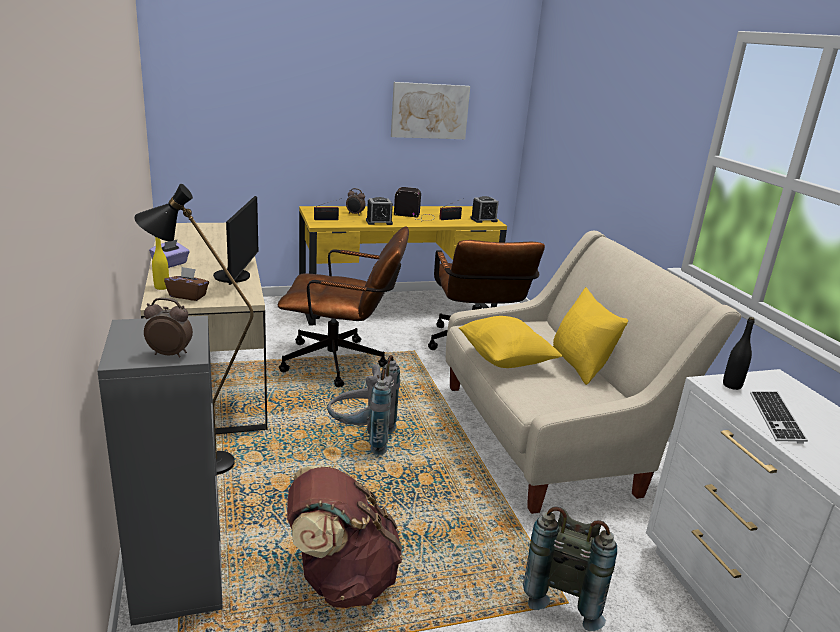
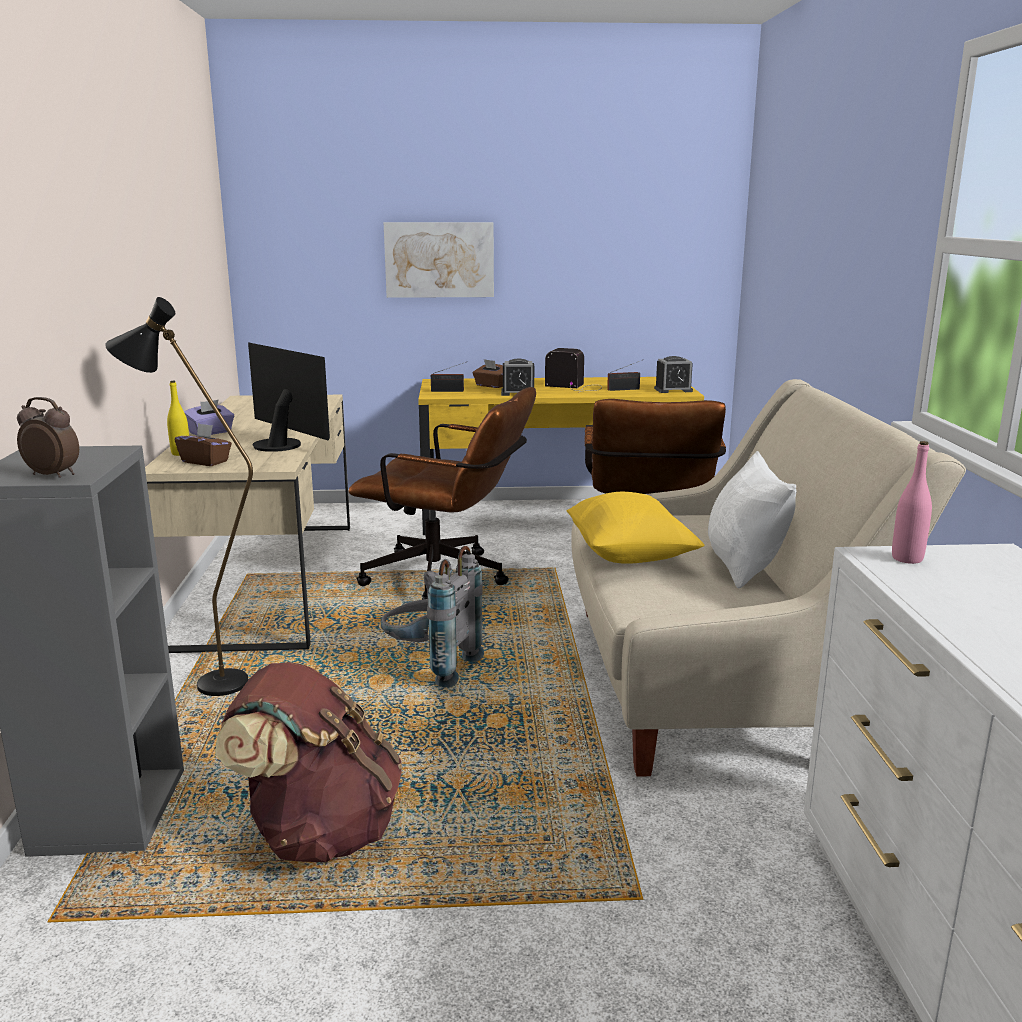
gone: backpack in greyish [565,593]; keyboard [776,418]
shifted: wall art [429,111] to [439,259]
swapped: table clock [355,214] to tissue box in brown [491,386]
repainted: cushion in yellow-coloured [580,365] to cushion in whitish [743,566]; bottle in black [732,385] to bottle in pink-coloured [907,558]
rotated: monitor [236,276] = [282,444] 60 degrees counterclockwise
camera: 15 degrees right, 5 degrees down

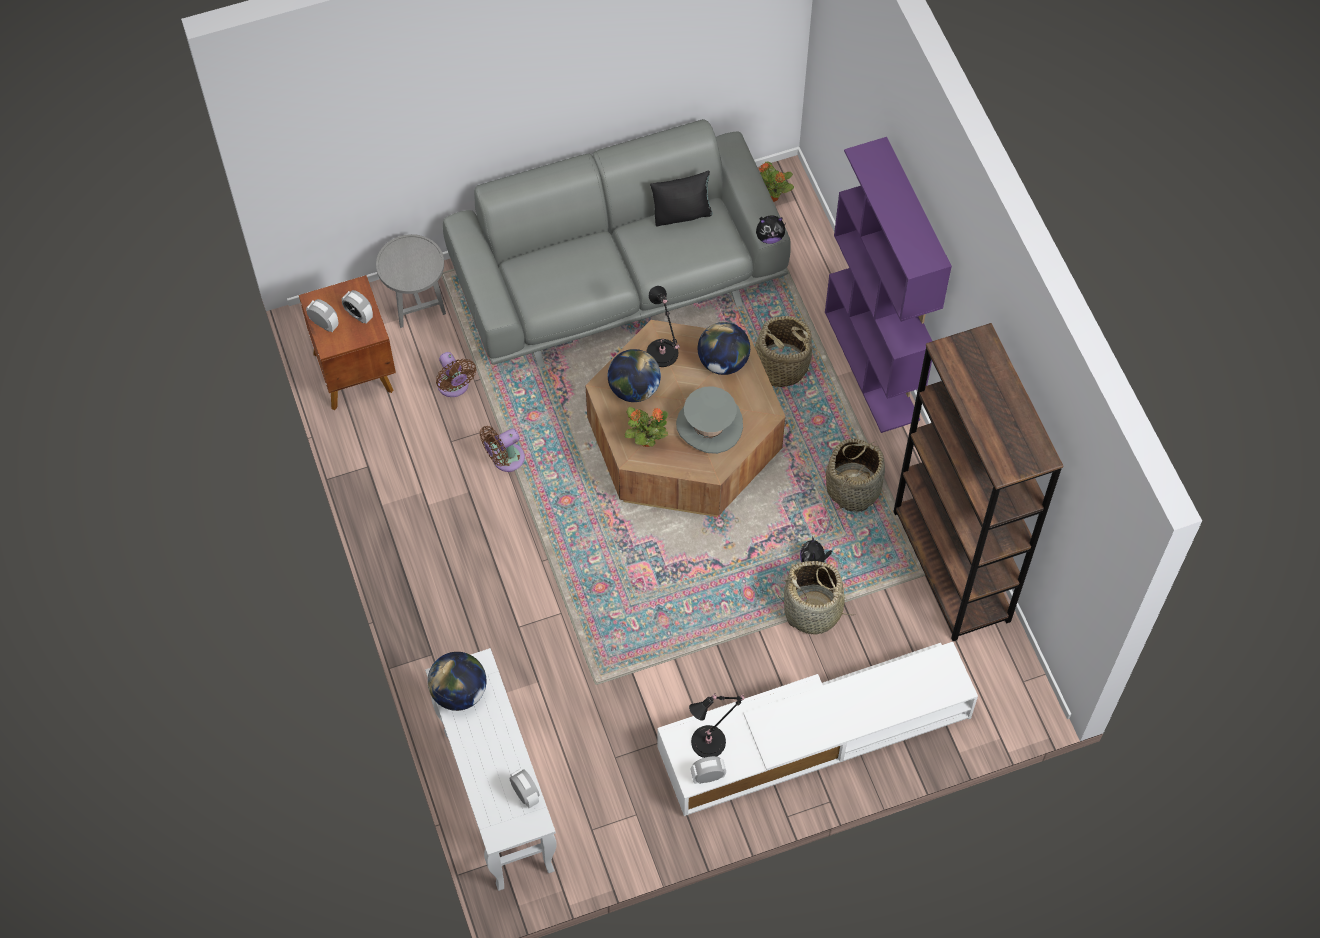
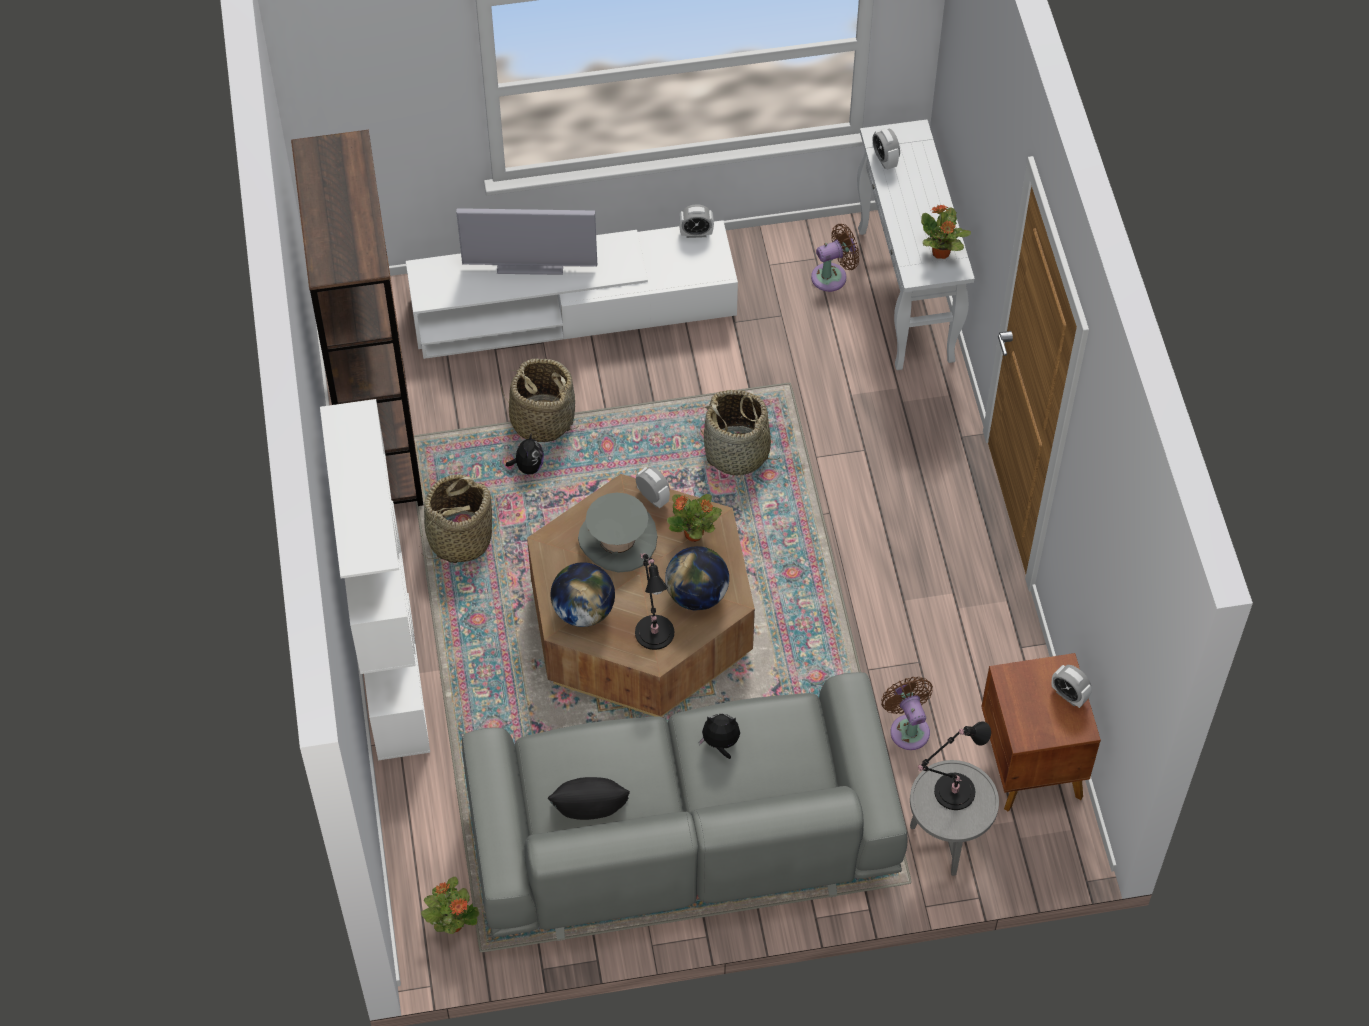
new: TV [530,264]
shifted: table clock [359,315] to [652,497]; cooling fan in brown [505,459] to [833,276]; lamp for a table in black [711,740] to [951,792]; basket [780,366] to [737,453]; plush toy [769,237] to [720,743]
swapped: world globe [459,692] to plant in a pot [941,253]
repainted: bookshelf in purplish [872,366] to bookshelf in whitish [392,675]
camera: 170 degrees left, 5 degrees down

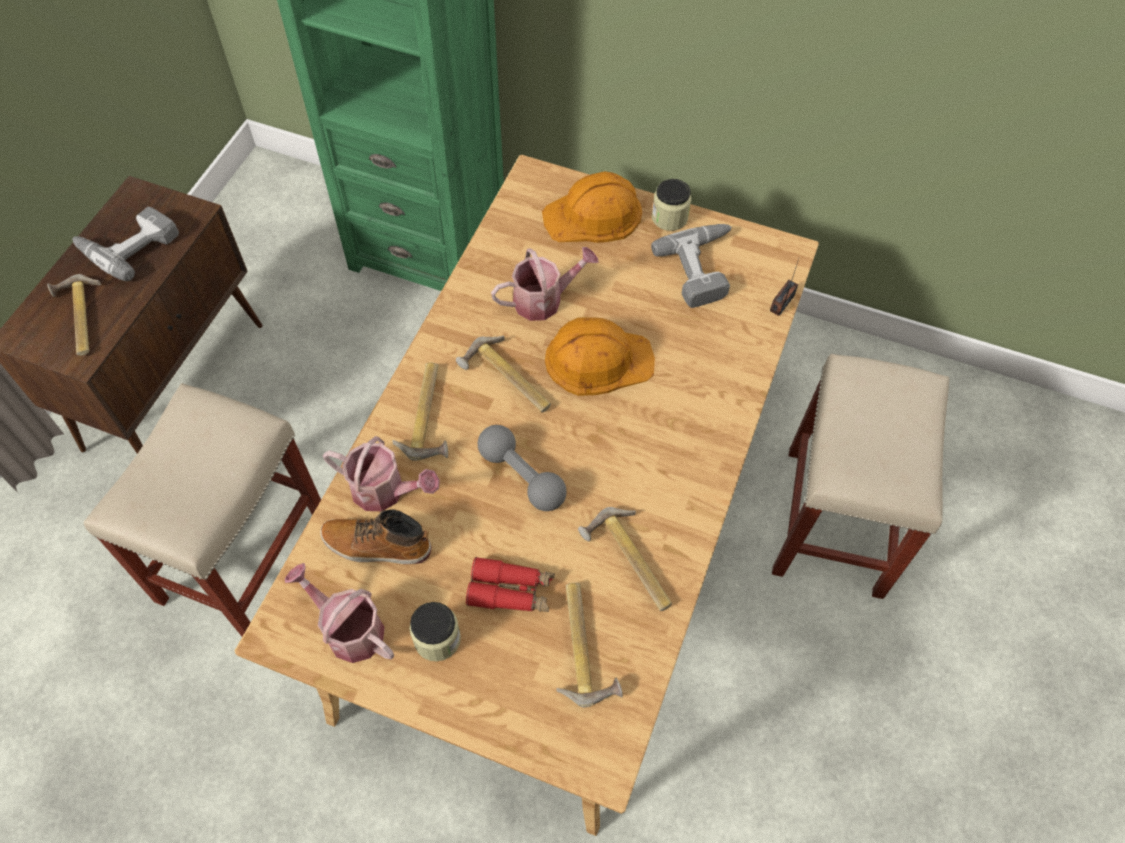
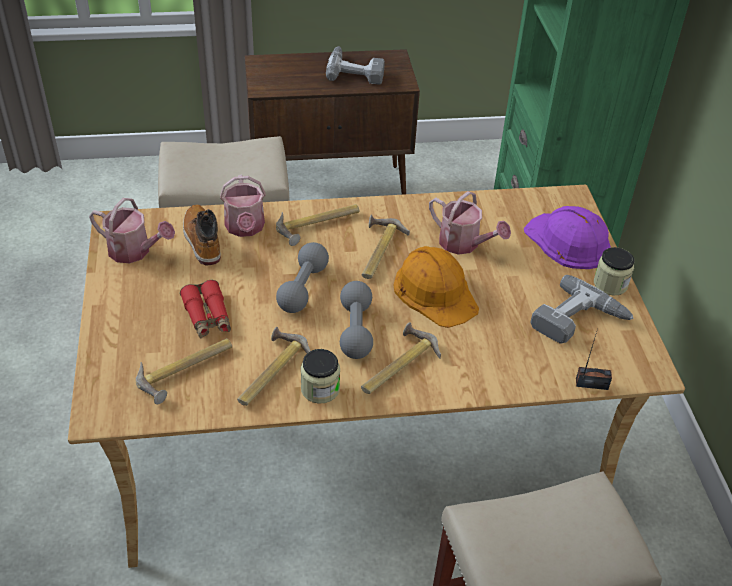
new: free weight in greyish [355,330]
shifted: hammer [77,319] to [396,365]; storage jar [437,639] to [320,389]
repainted: hard hat in orangey [594,215] to hard hat in purplish [568,241]
rotated: watering can [349,629] = [134,251] 105 degrees clockwise
camera: 60 degrees right, 15 degrees down

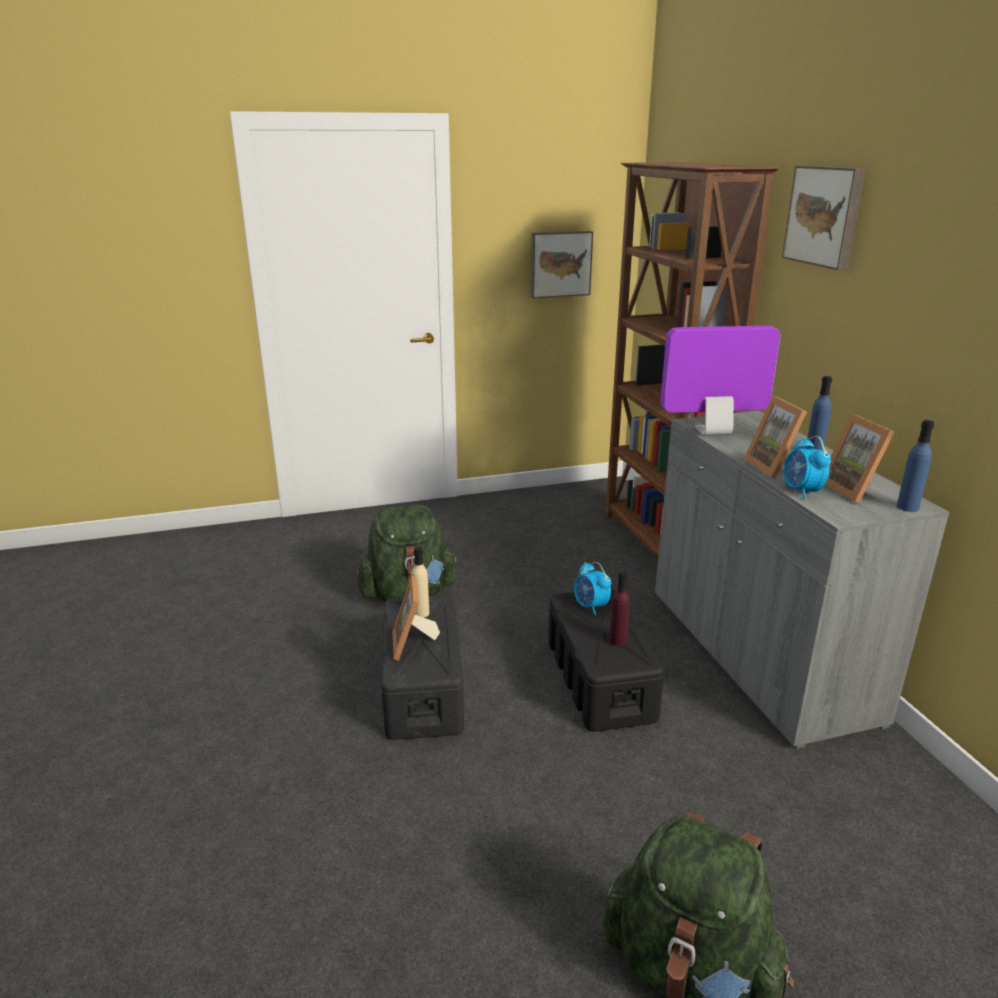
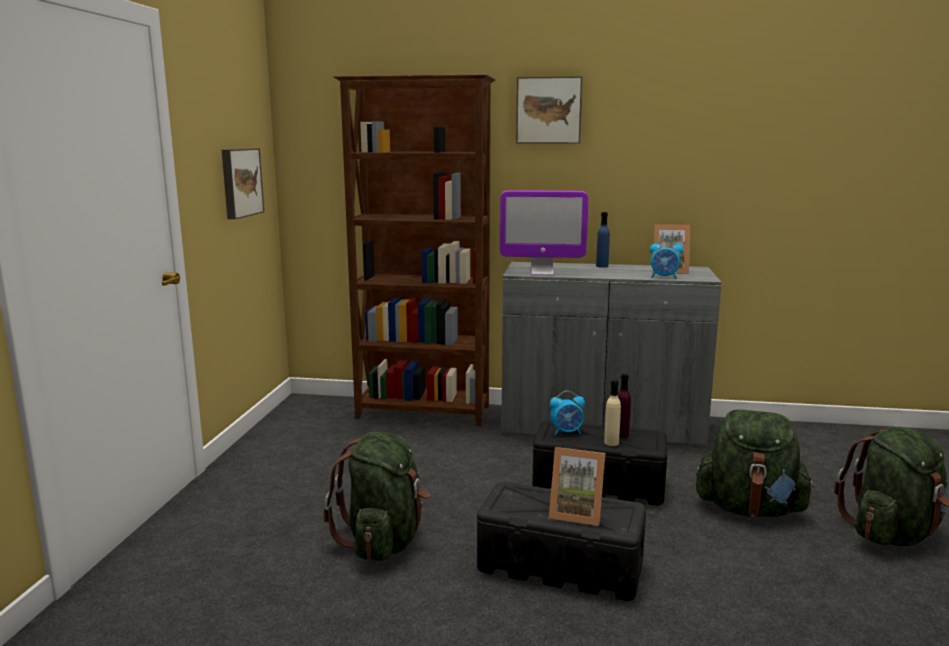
gone: picture frame [775,467]; bottle in blue [907,507]
new: backpack in green-coloured [749,509]
shifted: bottle in sand-coloured [421,613] to [611,442]
rotated: monitor [713,432] = [542,273] 105 degrees counterclockwise
camera: 65 degrees left, 10 degrees down

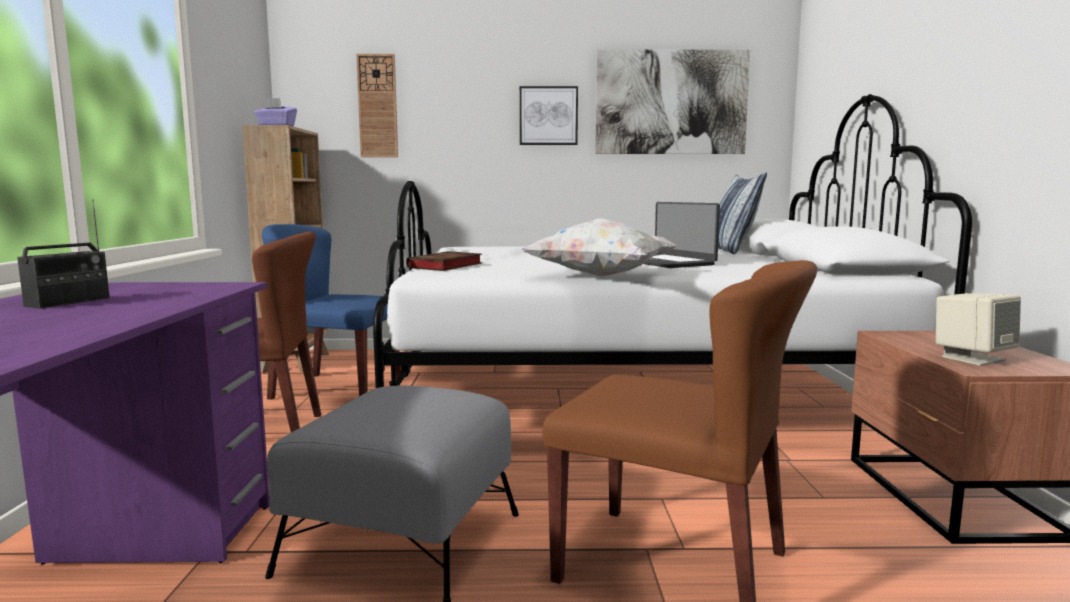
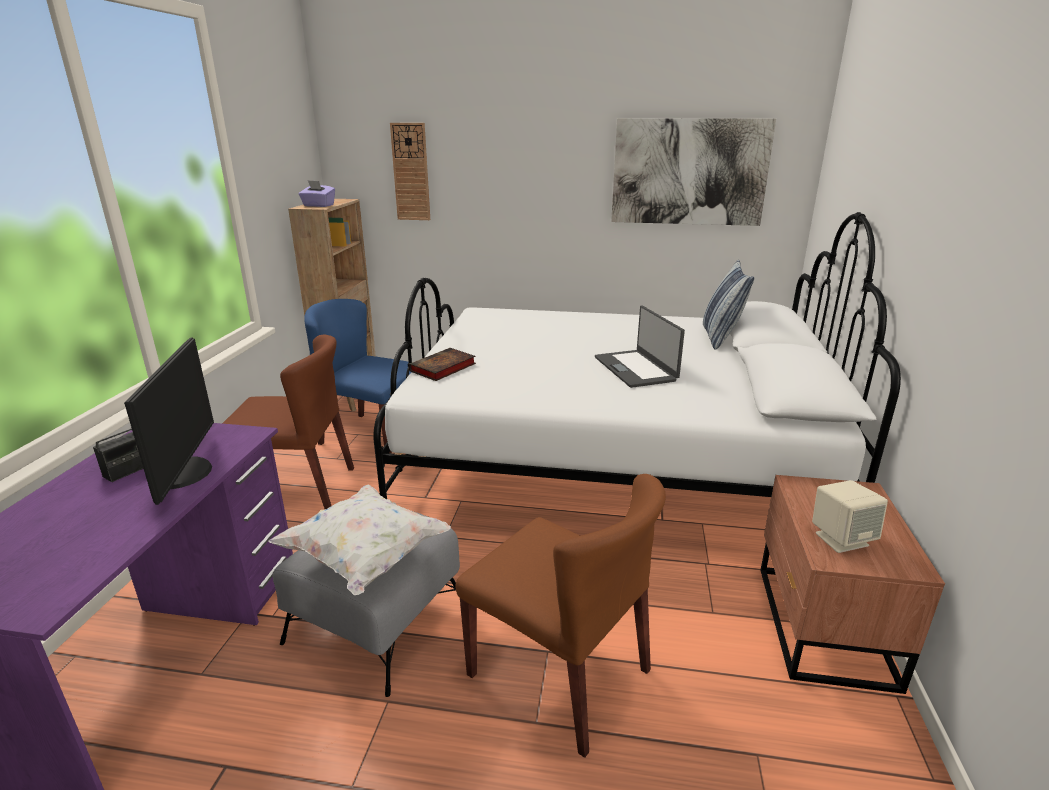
gone: wall art [548,116]
new: monitor [183,473]
shifted: cushion in whitish [602,276] to [366,557]
camera: 10 degrees right, 15 degrees up

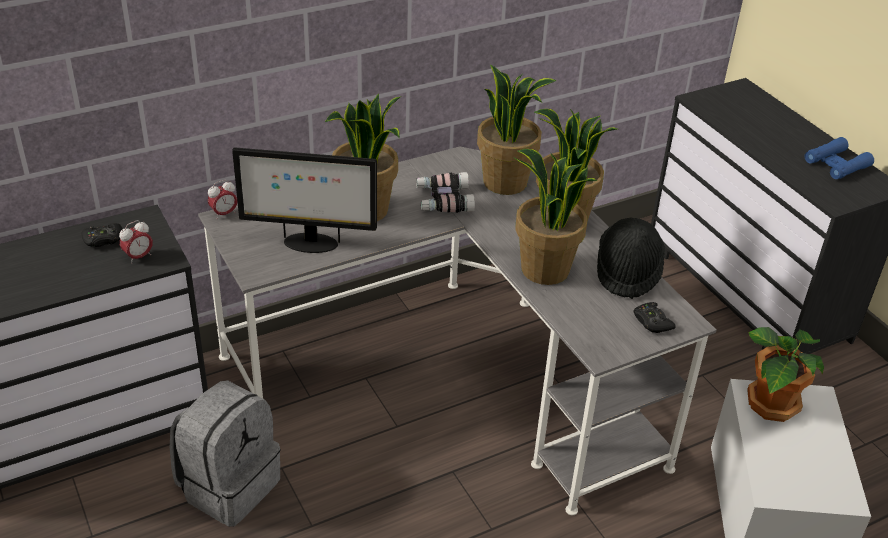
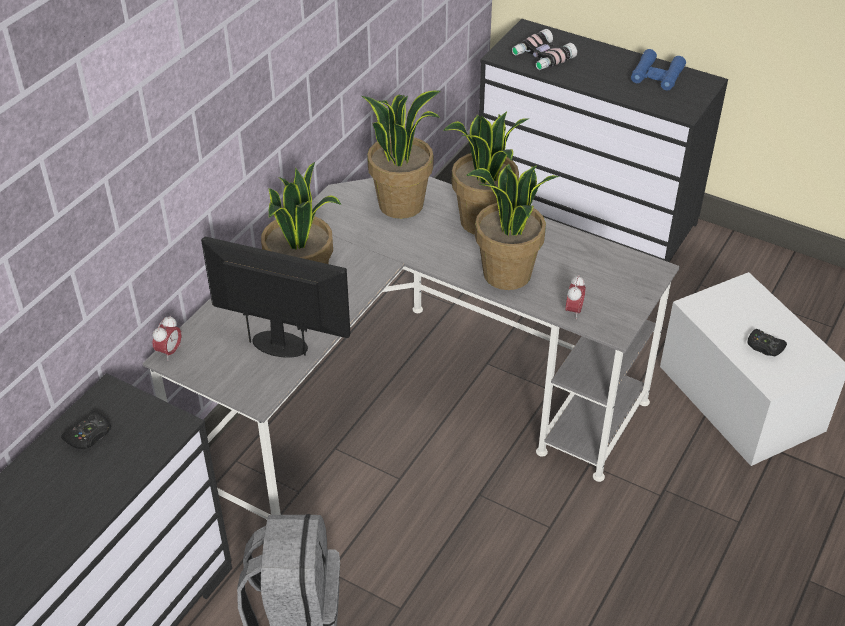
gone: wearable hat in black [627,271]; plant in a pot [770,405]
shifted: table clock [138,257] to [573,311]; field glasses [443,200] to [542,57]; joypad in black [652,322] to [764,347]
rotated: monitor [309,243] = [281,344] 135 degrees counterclockwise
camera: 30 degrees left, 5 degrees up

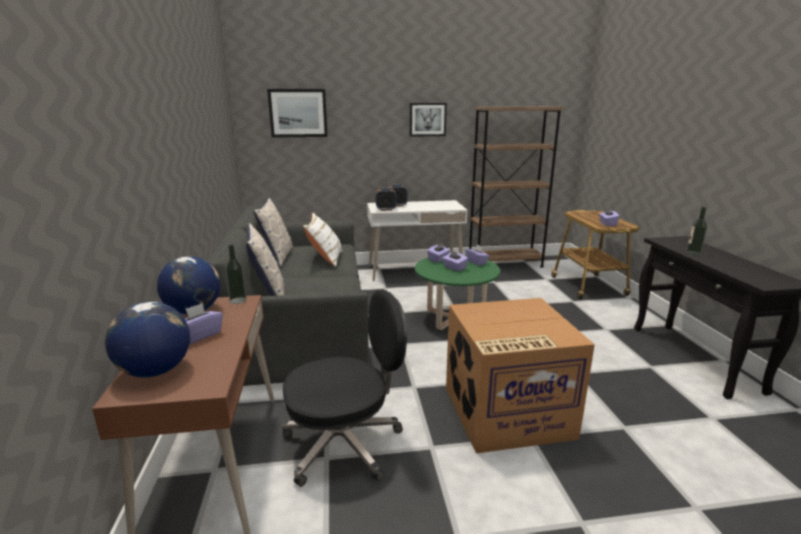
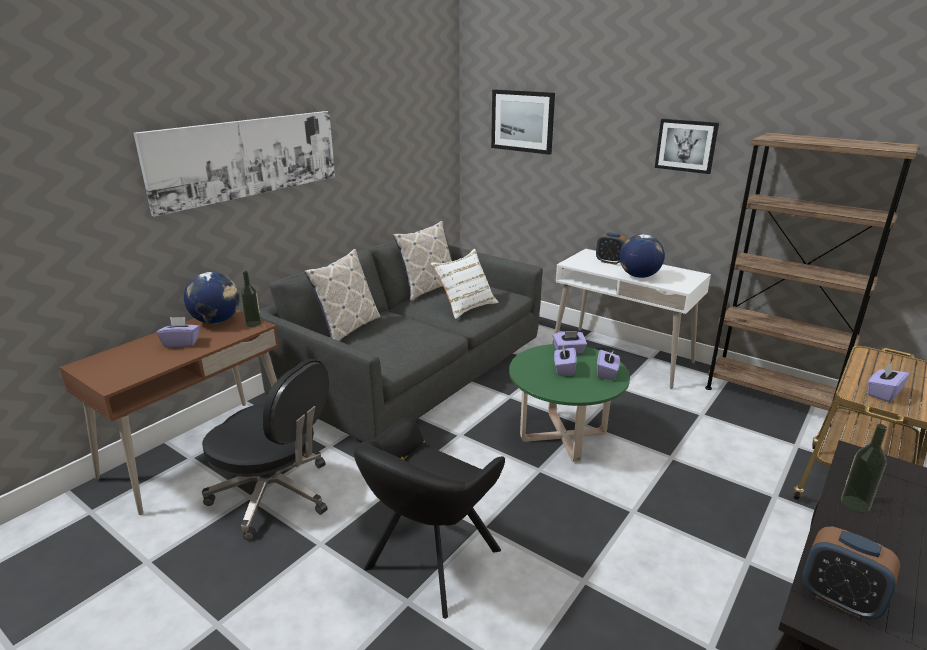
new: wall art [247,157]
shifted: world globe [155,371] to [638,276]; table clock [386,209] to [839,599]
swapped: cardboard box [506,413] to armchair in black [429,563]
camera: 45 degrees right, 5 degrees up

